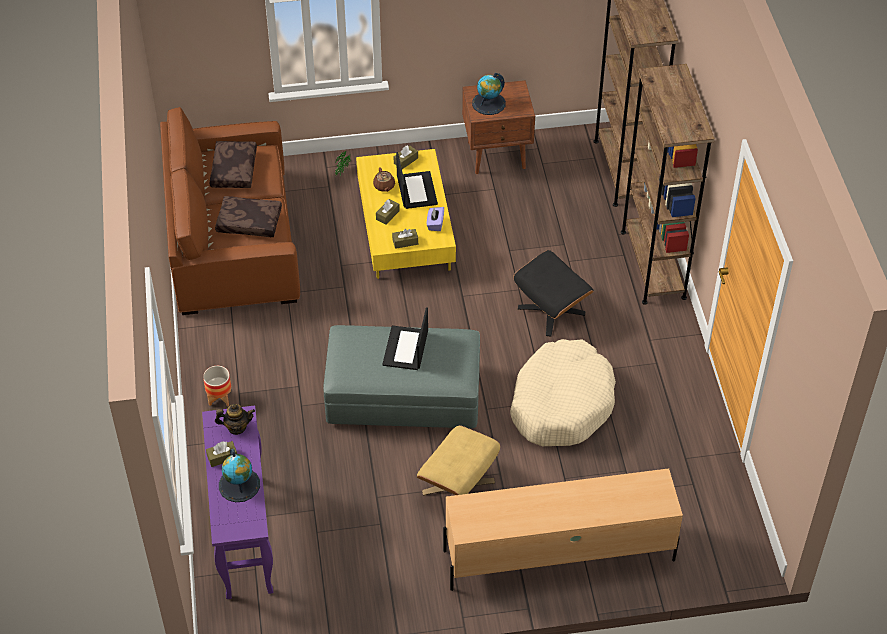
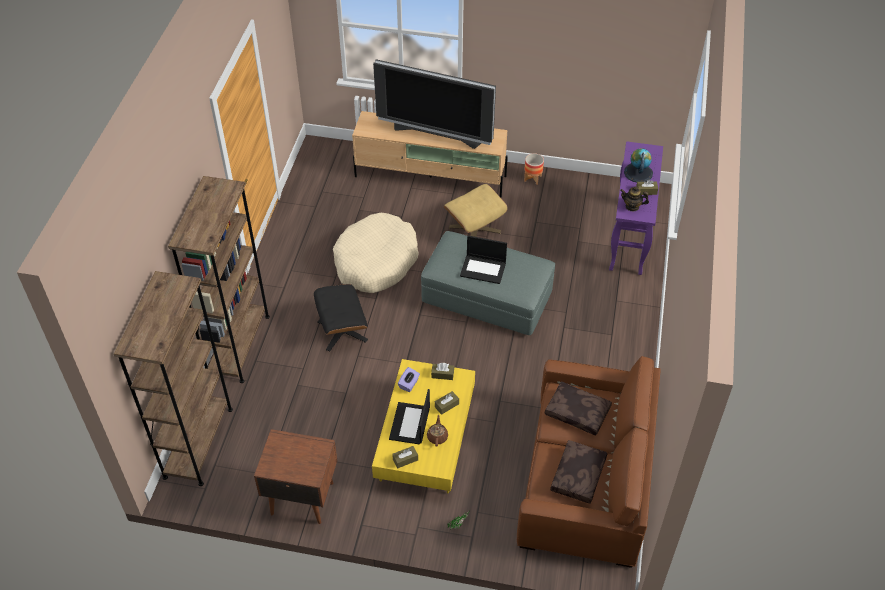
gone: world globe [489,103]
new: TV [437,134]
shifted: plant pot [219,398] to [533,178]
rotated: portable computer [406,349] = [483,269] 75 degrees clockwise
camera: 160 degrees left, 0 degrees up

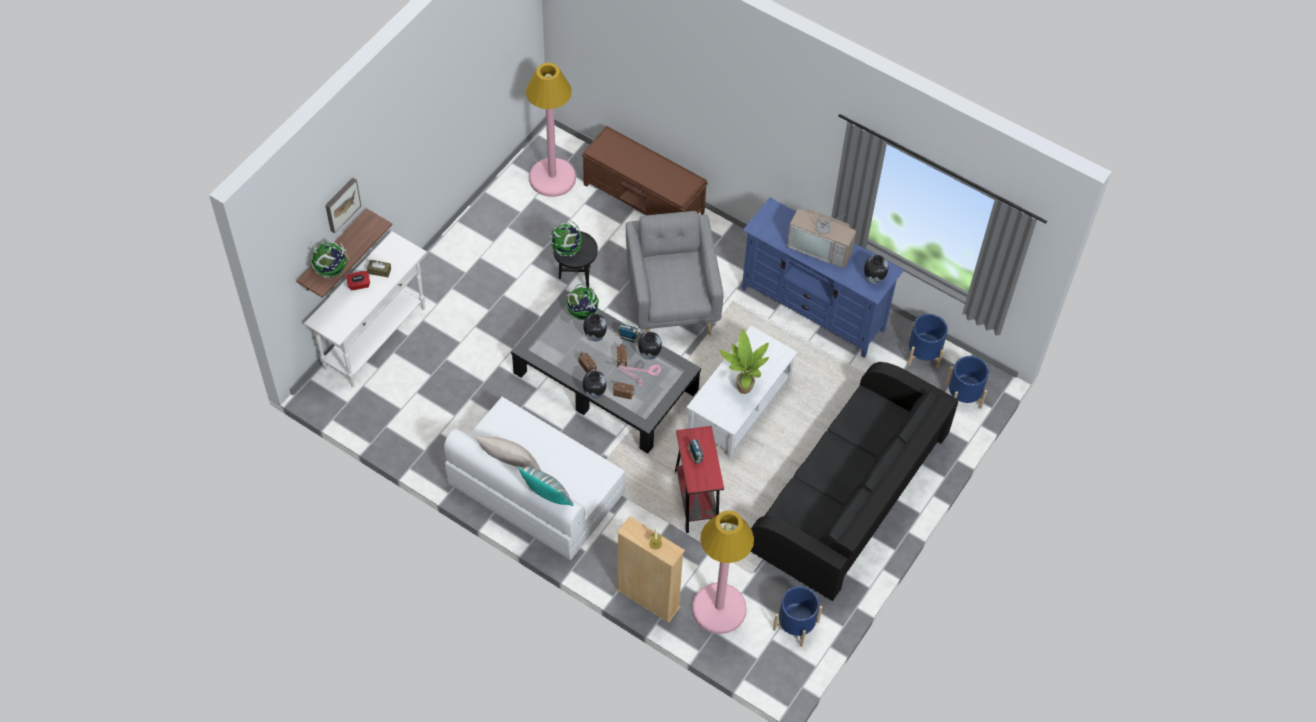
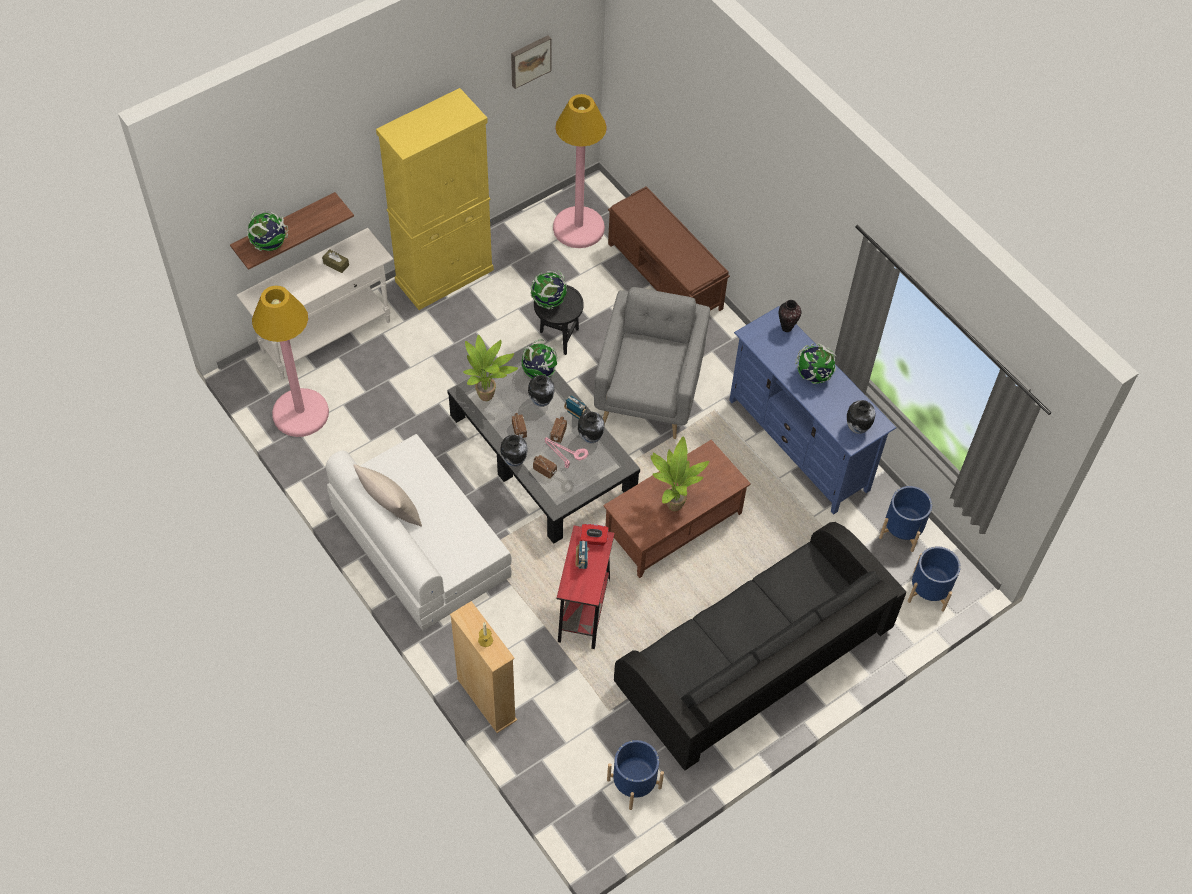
gone: cushion [547,497]
new: storage cabinet in yellow-coloured [444,275]; plant in a pot [488,396]; flower vase [786,328]
shifted: wall art [341,204] to [529,60]; tissue box in red-coloured [359,285] to [594,539]; floor lamp in pink-coloured [719,609] to [300,413]
swapped: TV [821,247] to world globe [813,375]
repainted: coffee table in whitish [740,407] to coffee table in brown [674,525]
camera: 20 degrees right, 0 degrees up

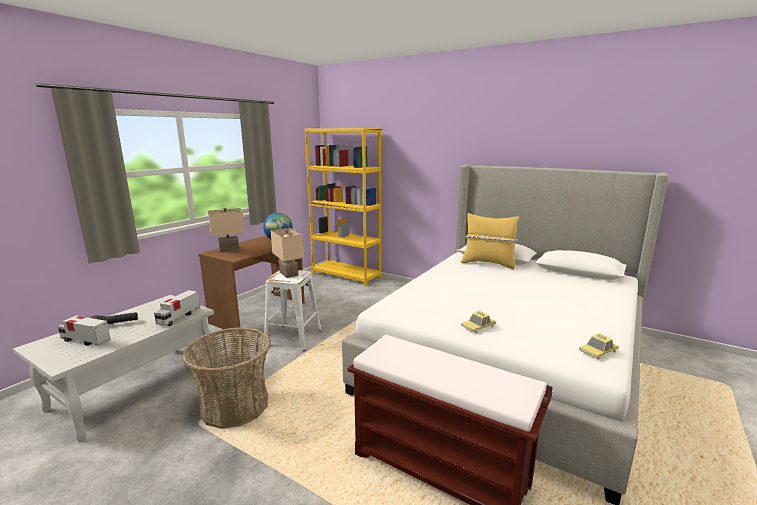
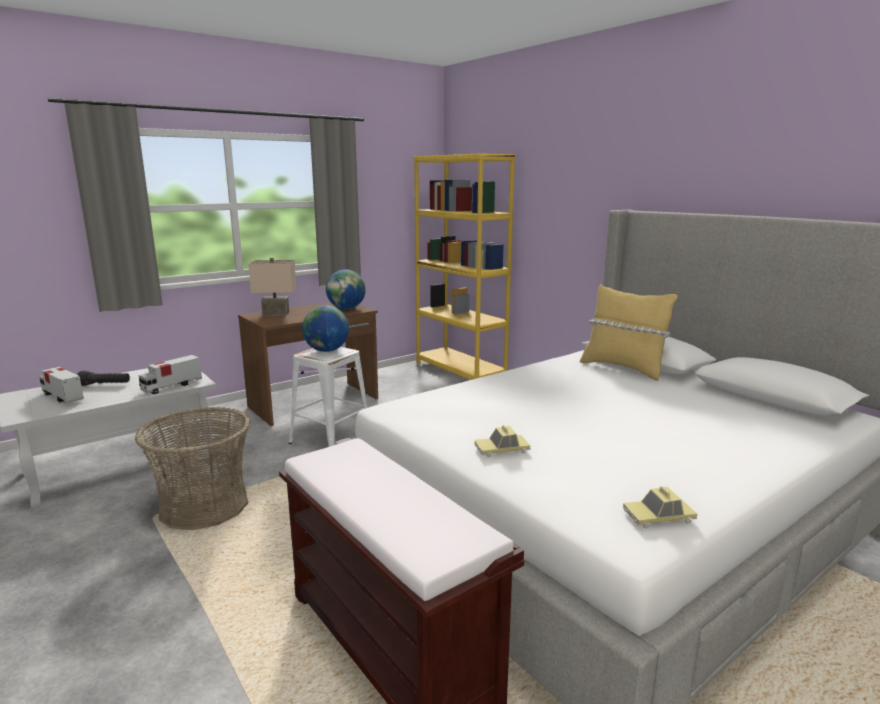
swapped: lamp for a table in sand-coloured [287,274] to world globe [326,351]
camera: 20 degrees right, 0 degrees up

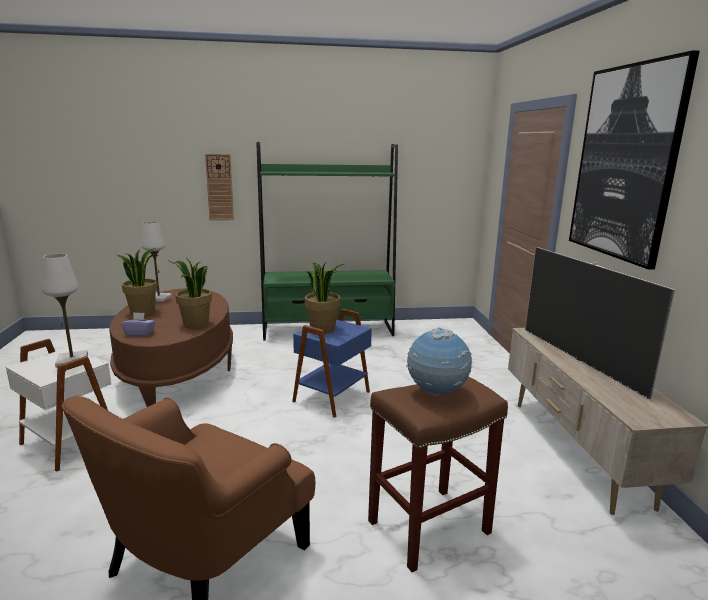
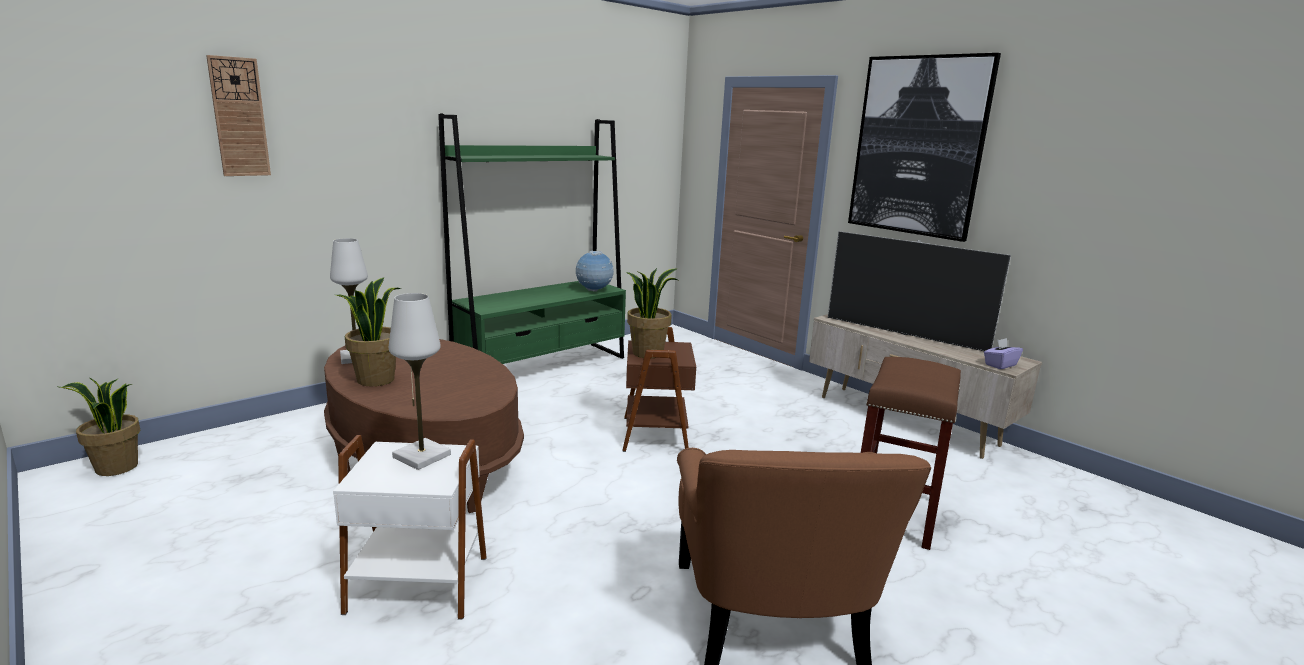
shifted: tissue box in purplish [139,333] to [1000,365]; plant in a pot [195,325] to [116,468]; wall clock [219,187] to [239,117]; world globe [436,393] to [594,291]
repainted: accent table in blue [333,397] to accent table in brown [657,434]
camera: 35 degrees left, 0 degrees up

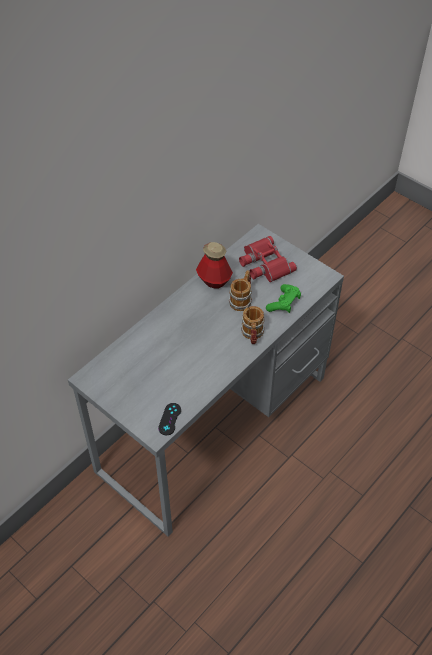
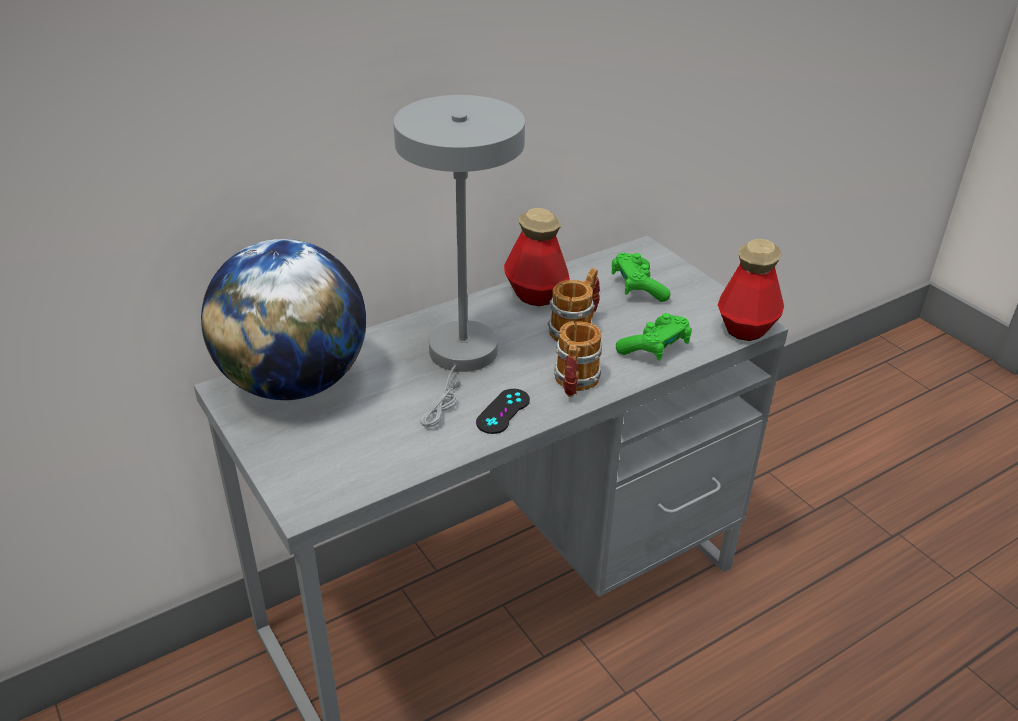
new: world globe [294,383]; lamp for a table in greyish [461,359]; bottle [746,328]
shifted: joypad in black [169,419] to [503,411]
swapped: field glasses in red-coloured [264,264] to joypad in green-coloured [637,287]
camera: 15 degrees right, 15 degrees down

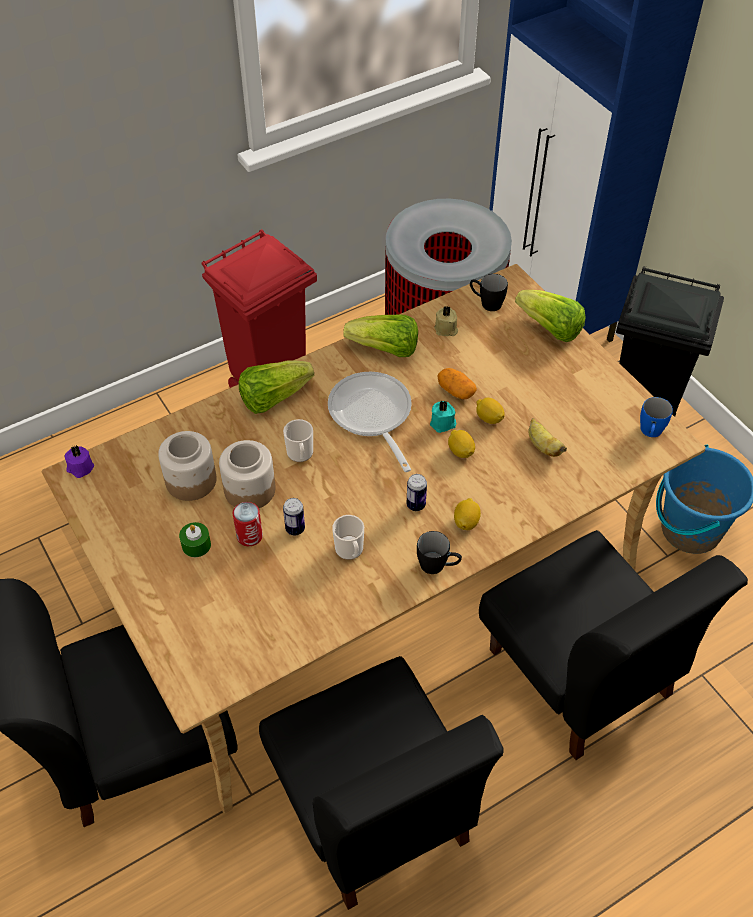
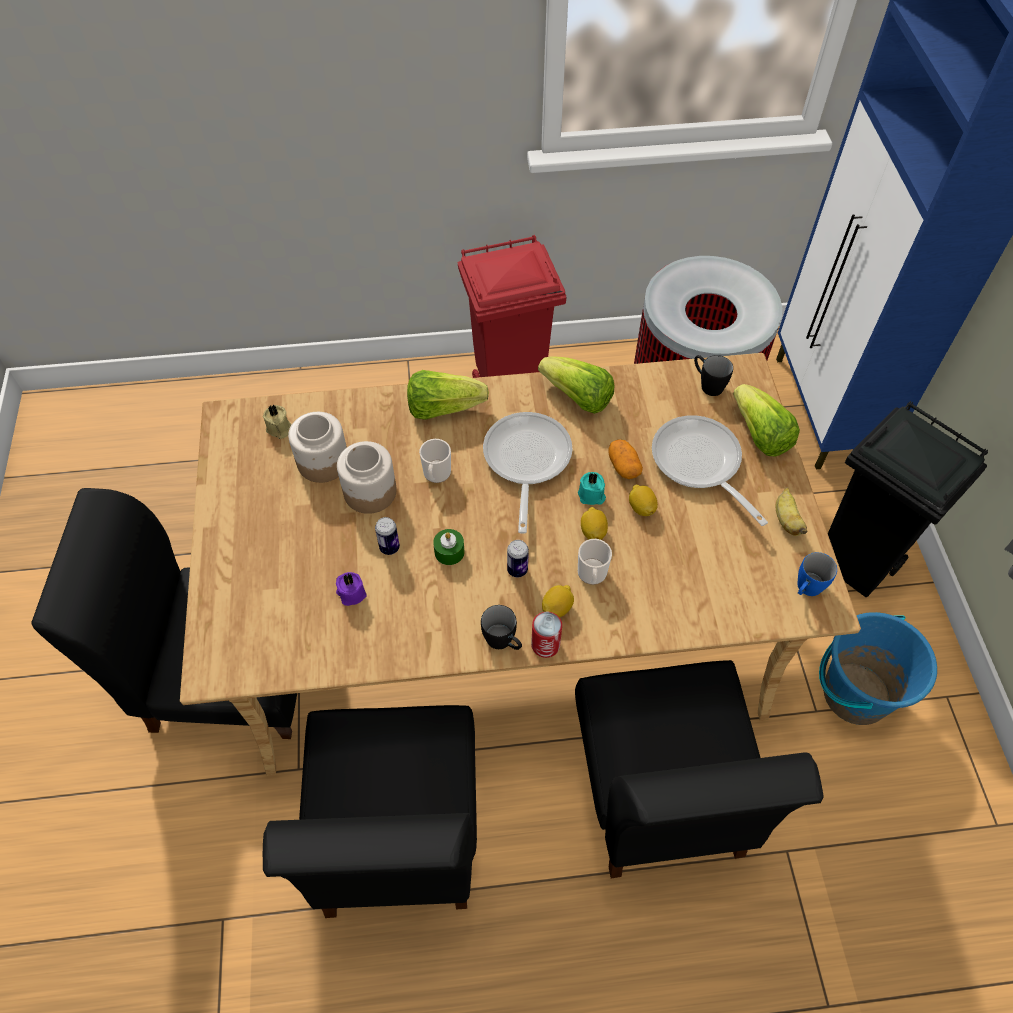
new: pan [699,464]
shifted: wax candle in purplish [80,468] to [351,593]; wax candle in green-coloured [196,545] to [449,552]; can [249,536] to [545,644]; coffee mug [350,551] to [592,575]; wax candle in sand-coloured [446,330] to [278,429]; banana fruit [543,446] to [786,520]
camera: 25 degrees right, 5 degrees up

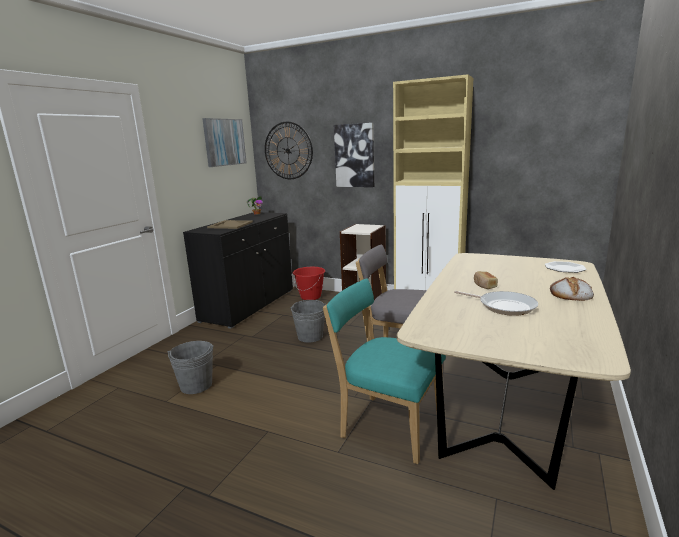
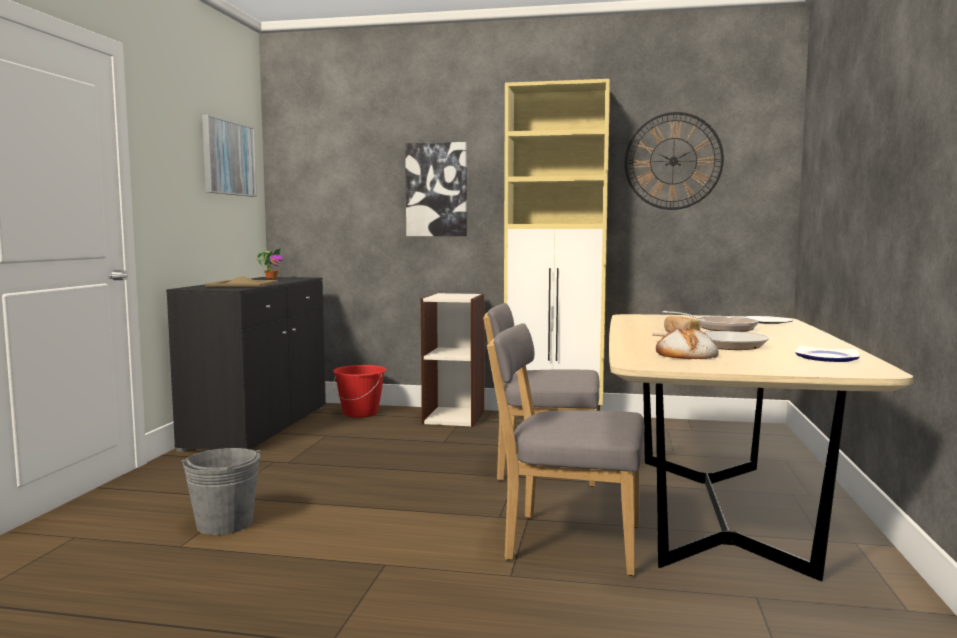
gone: water bucket in greyish [310,336]
new: pan [720,328]; flat dish [825,358]
shifted: wall clock [288,151] to [673,161]; baked bread [570,294] to [685,355]
repainted: plain chair in turquoise-coloured [387,425] to plain chair in greyish [566,542]
camera: 15 degrees left, 10 degrees down

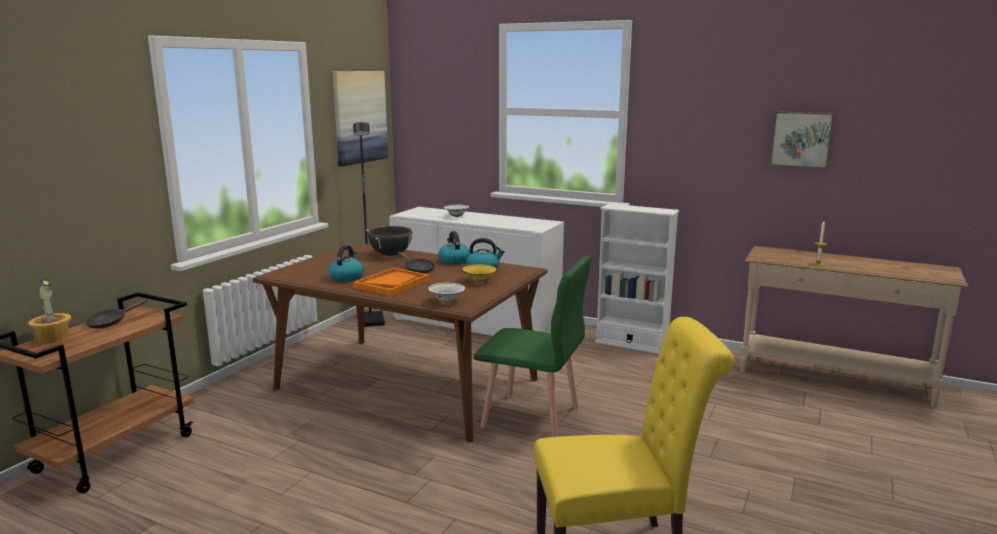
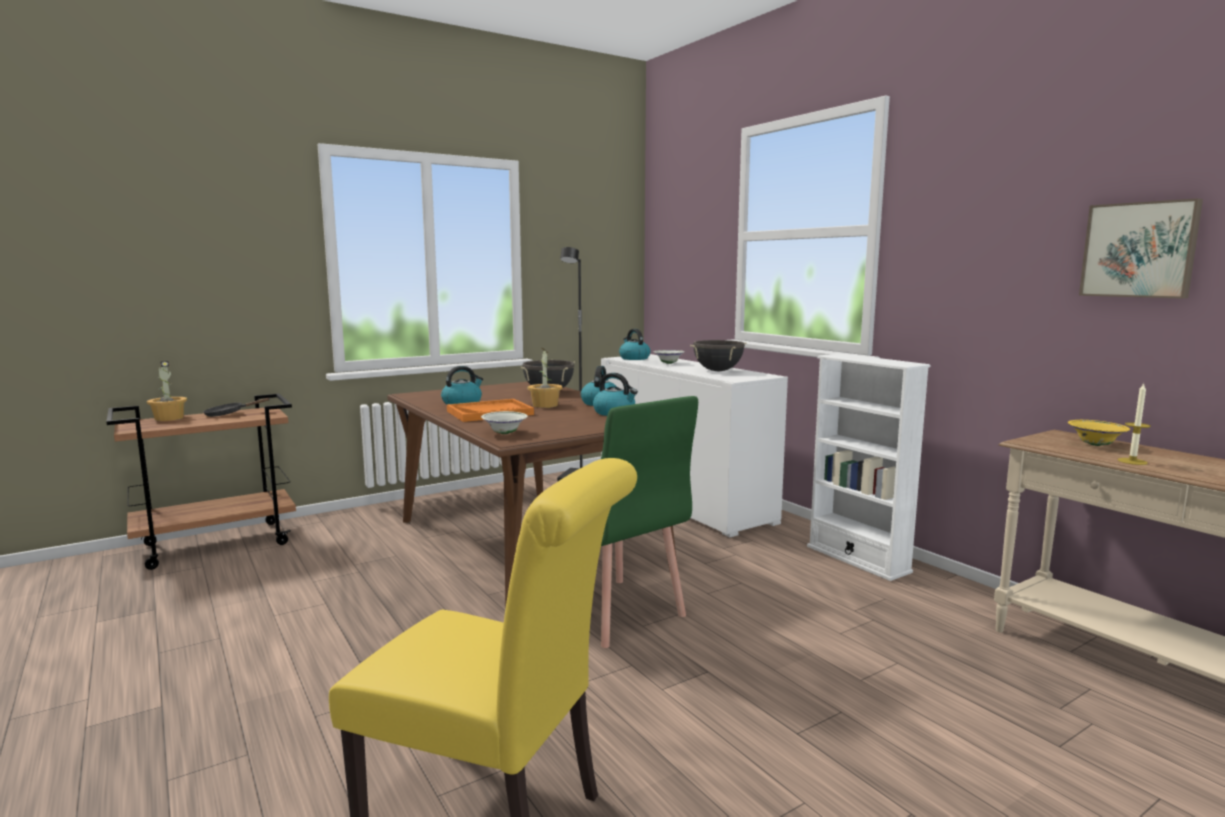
gone: wall art [359,117]
new: kettle [634,358]; stockpot in black [718,371]
shifted: serving bowl in yellow-coloured [479,281] to [1095,445]
swapped: pan in black [417,269] to plant in a pot [544,405]
camera: 30 degrees right, 5 degrees down

